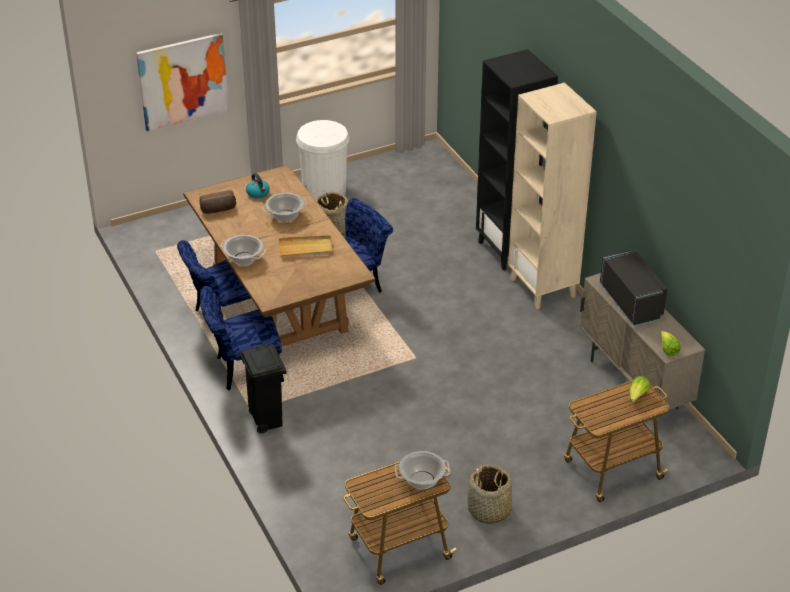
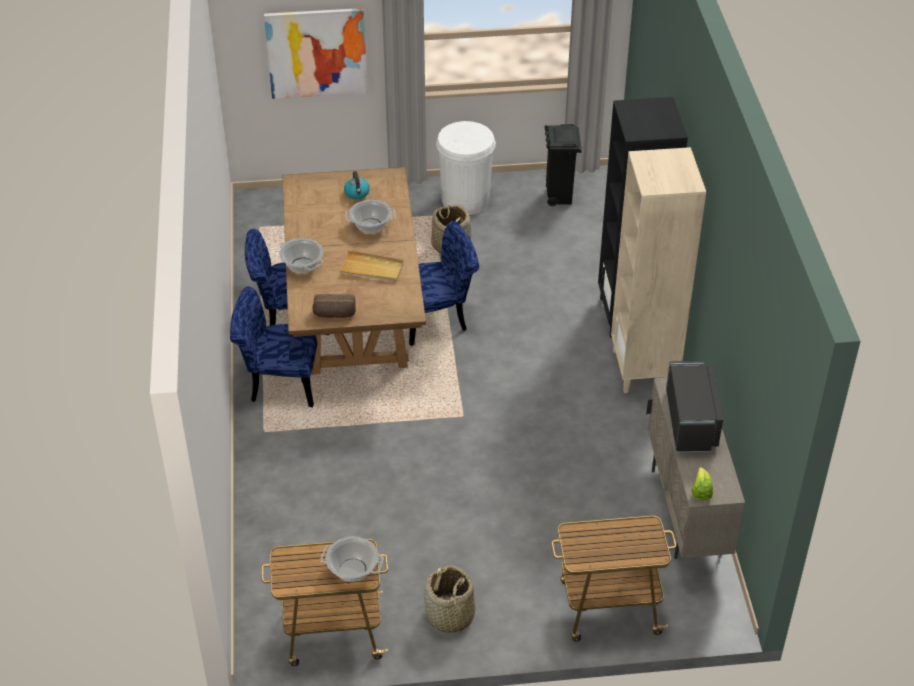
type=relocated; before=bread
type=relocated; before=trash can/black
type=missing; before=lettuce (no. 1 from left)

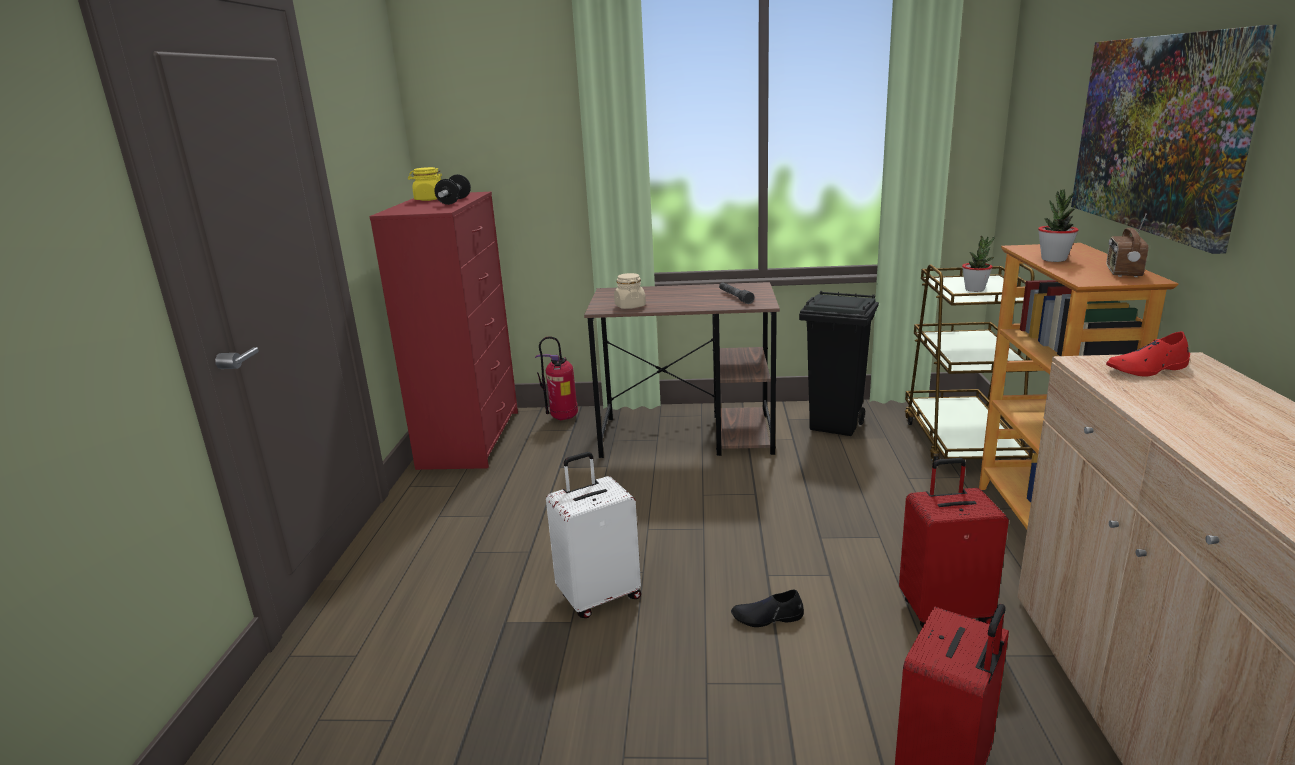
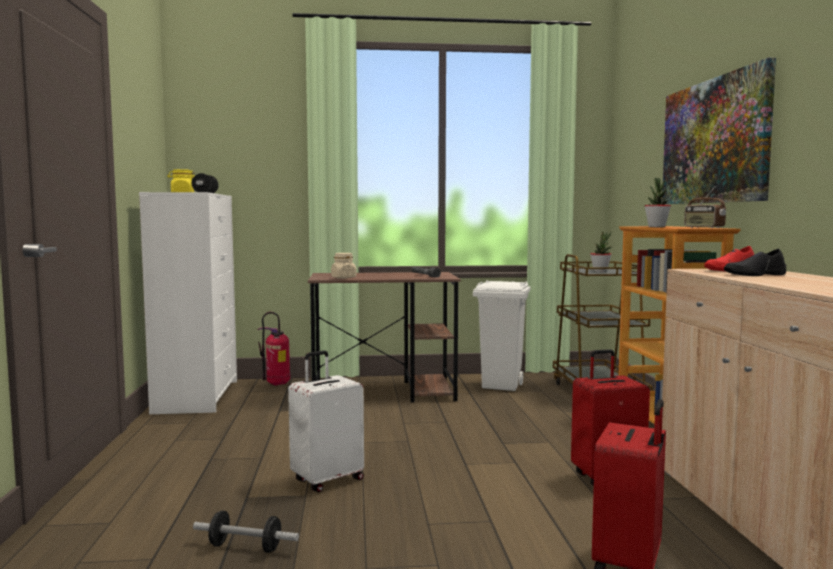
type=colour; before=dresser/red; after=dresser/white
type=spun; before=radio; turn=-45
type=colour; before=trash can/black; after=trash can/white
type=relocated; before=shoe/black
type=appeared; after=dumbbell (no. 2 from left)

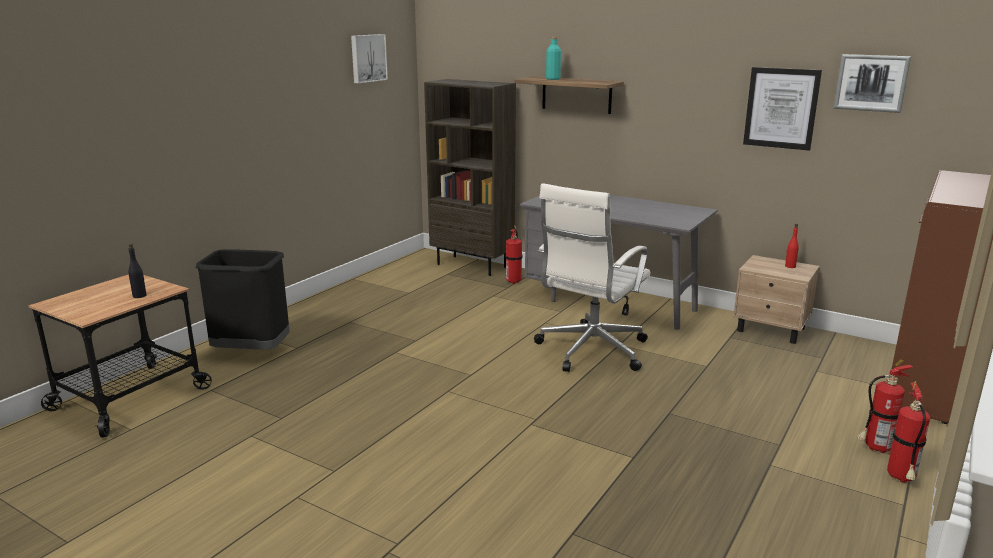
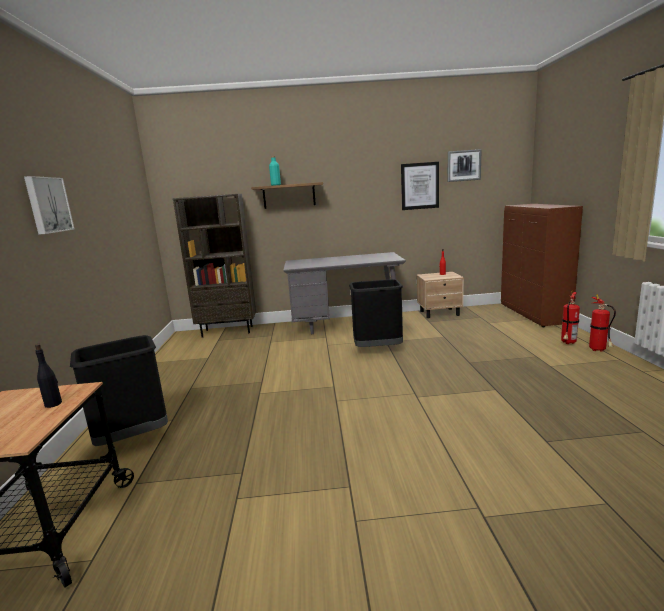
type=relocated; before=picture (no. 1 from left)
type=exchanged; before=office chair/white; after=trash can/black (no. 2 from left)
type=missing; before=fire extinguisher (no. 1 from left)

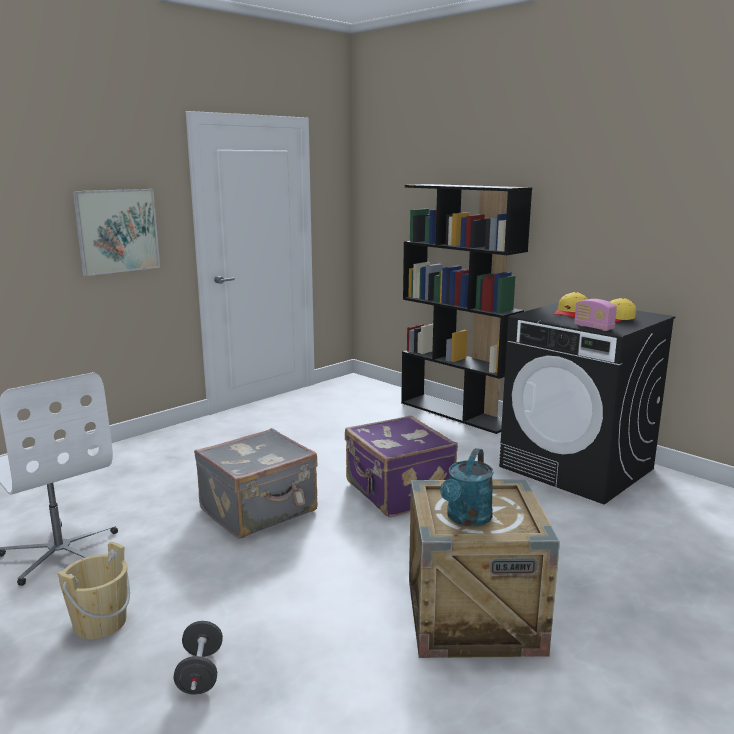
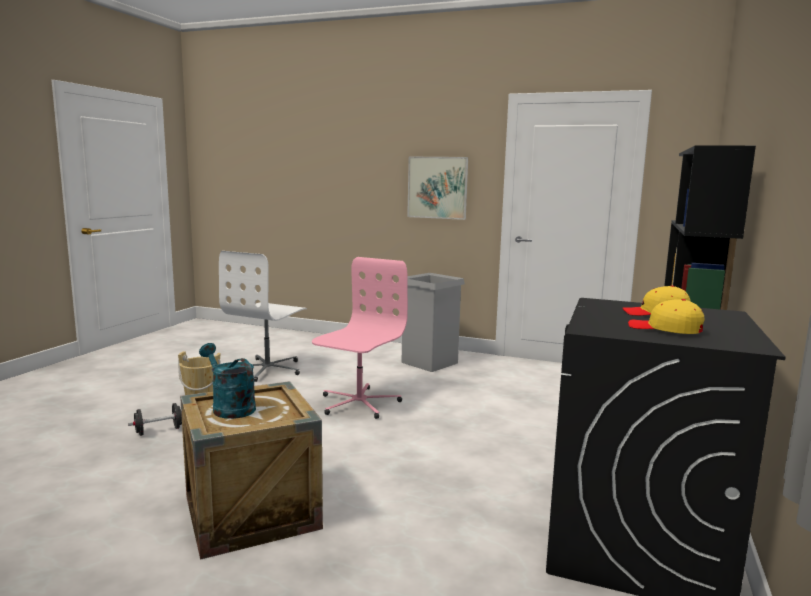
type=missing; before=radio
type=missing; before=suitcase/purple
type=exchanged; before=suitcase/grey; after=office chair/pink
type=spun; before=watering can/turquoise; turn=45
type=appeared; after=trash can/grey

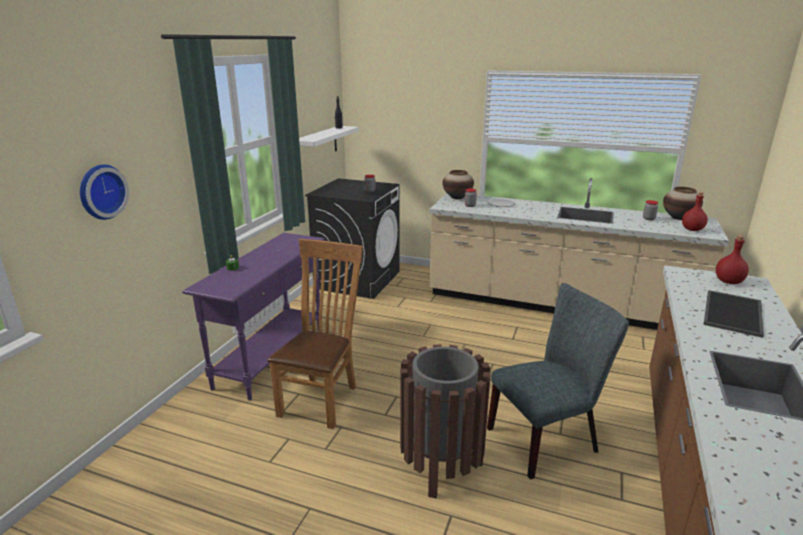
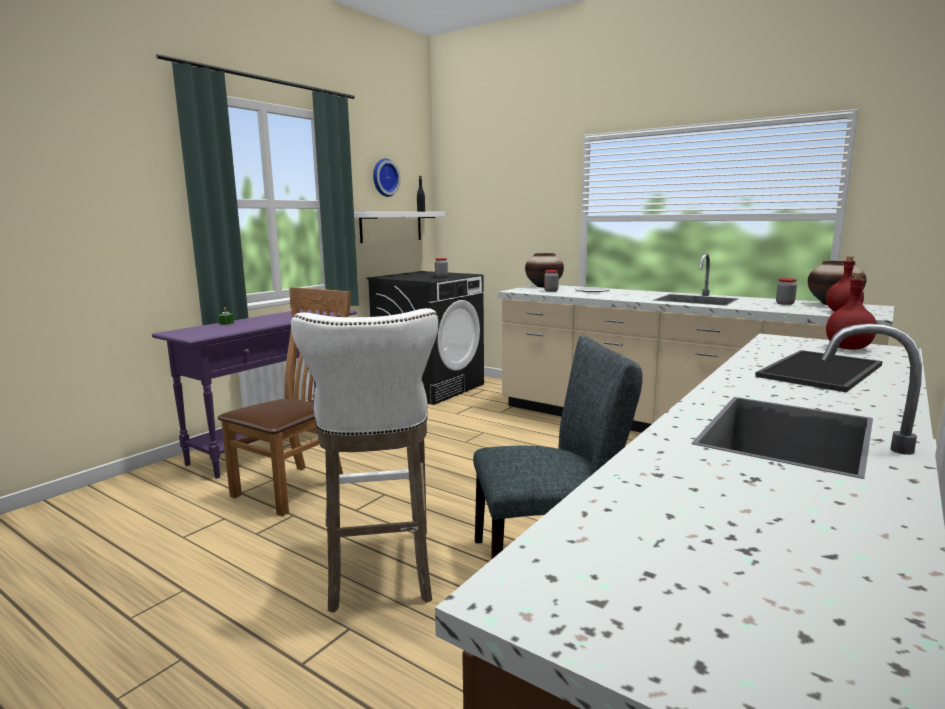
type=relocated; before=wall clock
type=exchanged; before=trash can/brown; after=stool/white

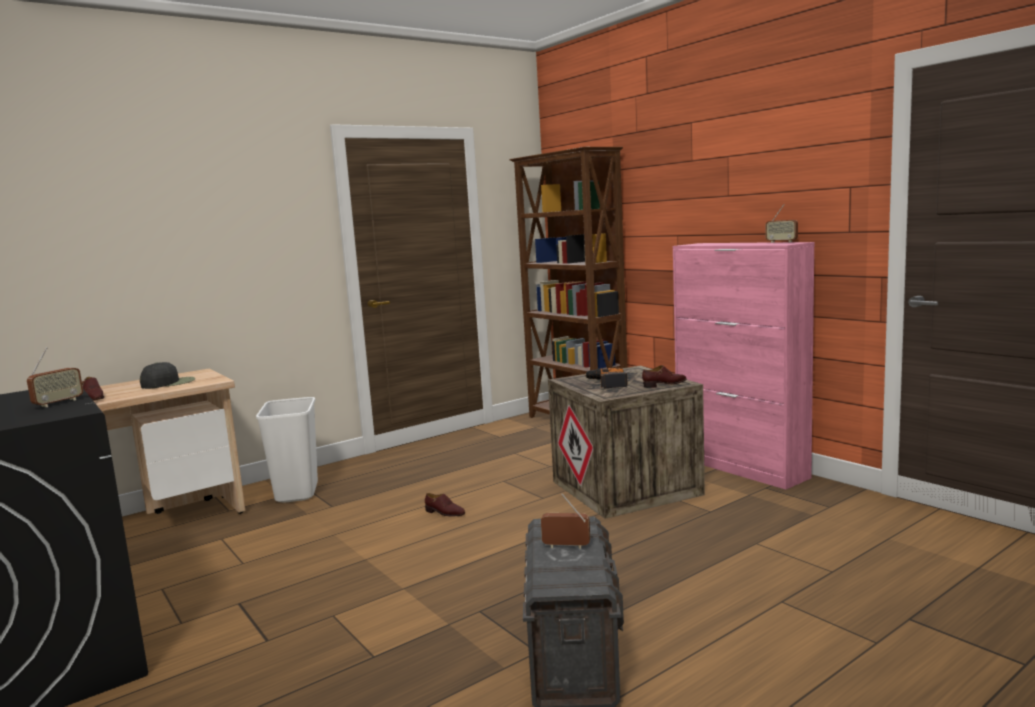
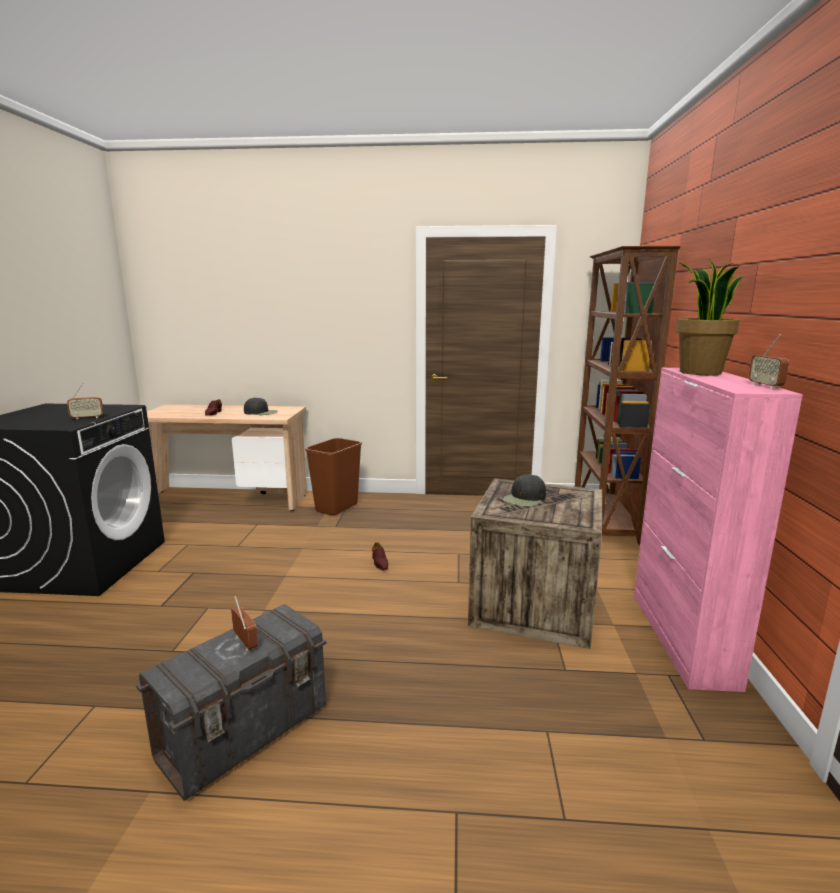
type=missing; before=shoe/brown (no. 3 from left)
type=exchanged; before=power drill; after=cap/black (no. 2 from left)
type=colour; before=trash can/white; after=trash can/brown
type=appeared; after=potted plant

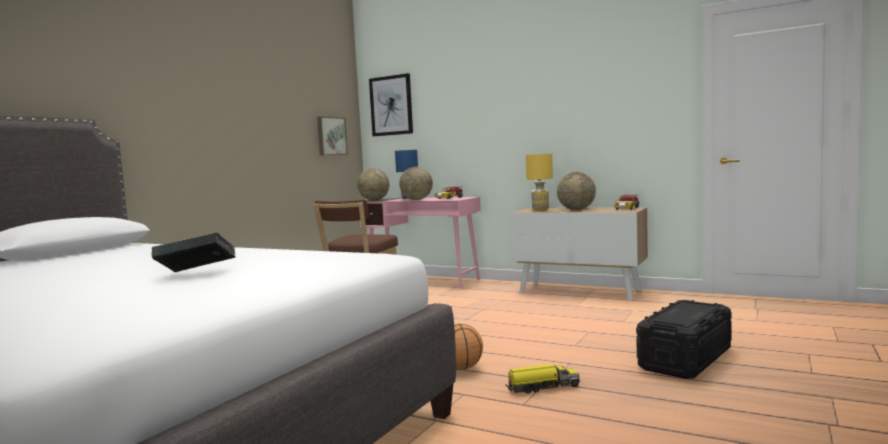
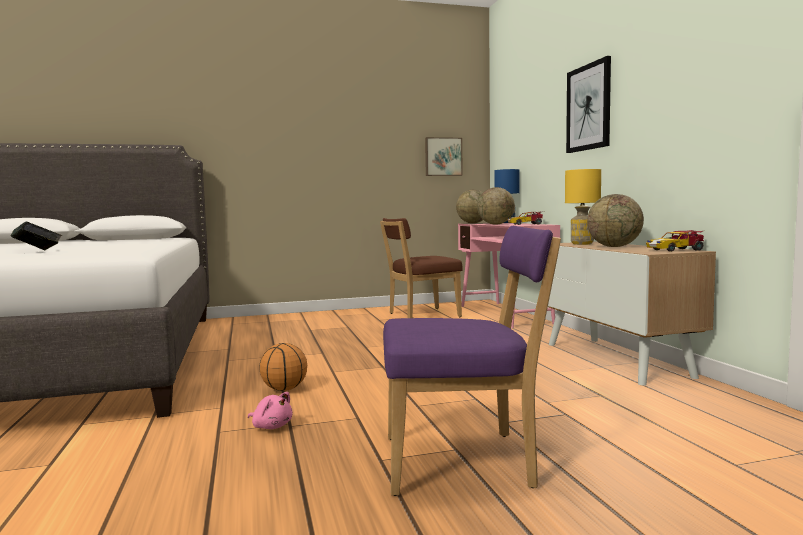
type=relocated; before=picture (no. 2 from left)
type=exchanged; before=storage box/black; after=chair/purple
type=exchanged; before=toy truck; after=plush toy/pink

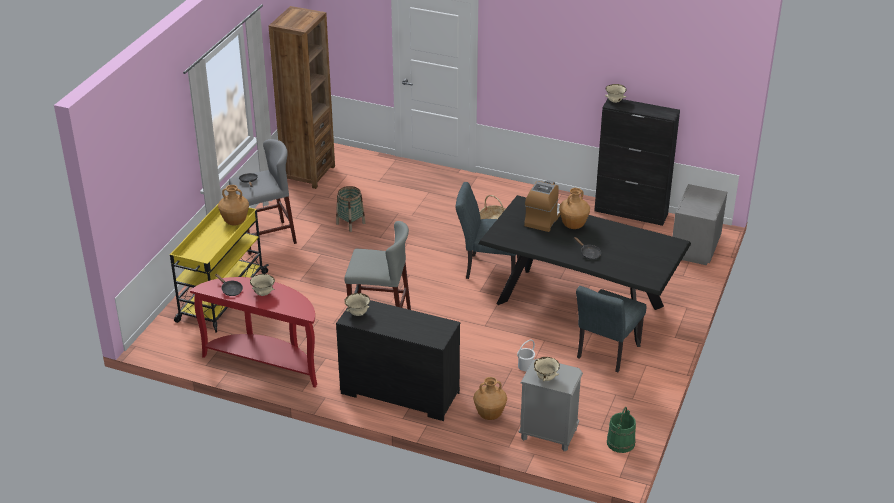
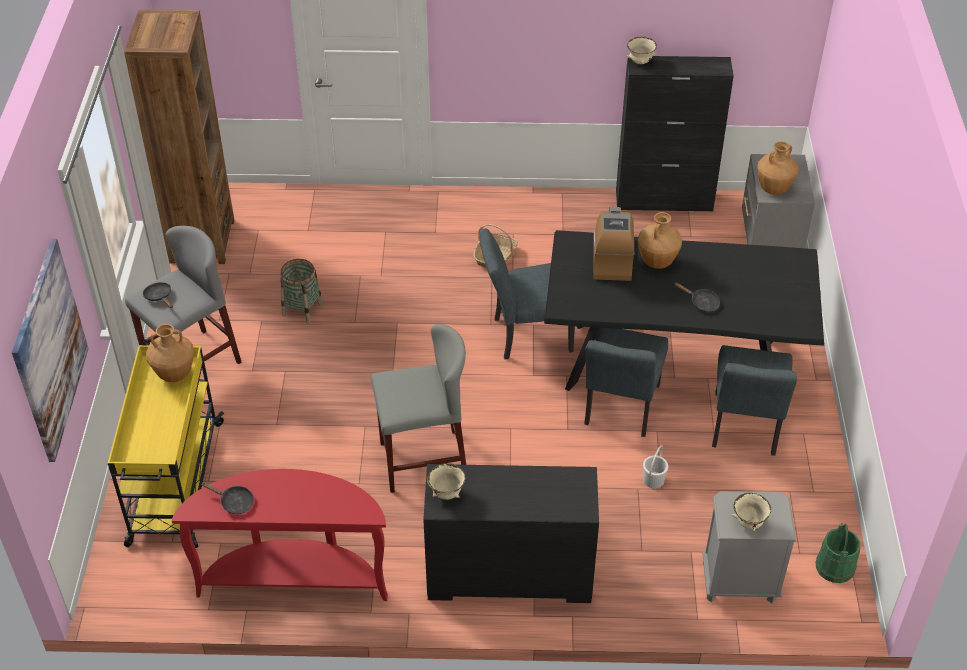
type=missing; before=bowl/beige (no. 1 from left)
type=relocated; before=vase/brown (no. 2 from left in the first image); after=vase/brown (no. 3 from left)
type=appeared; after=picture
type=appeared; after=chair/grey (no. 2 from left)

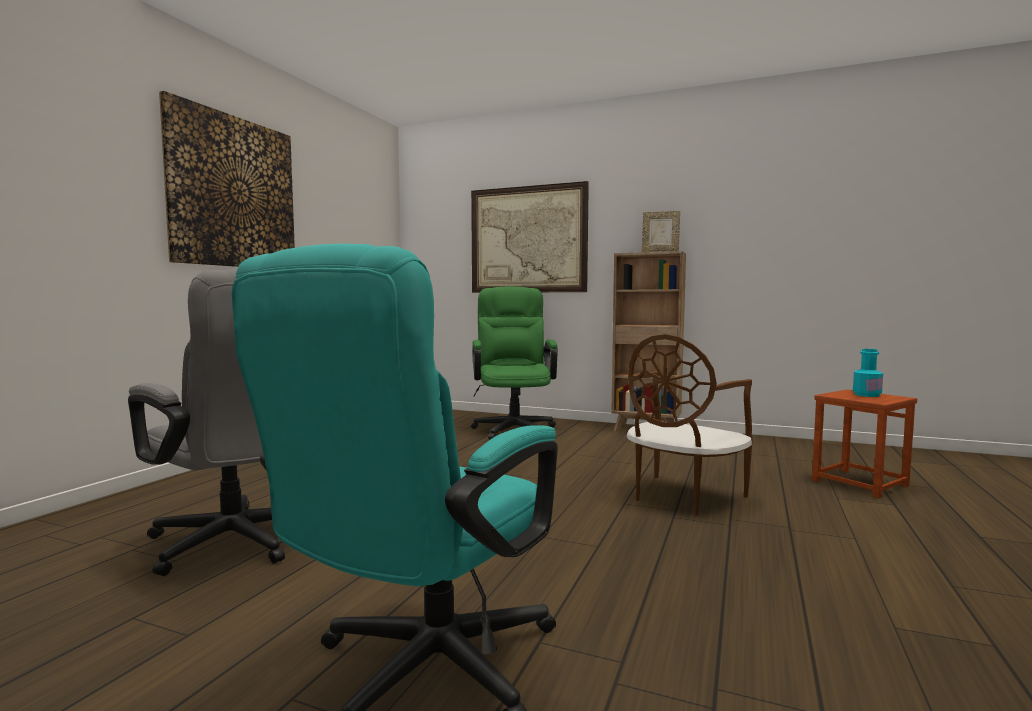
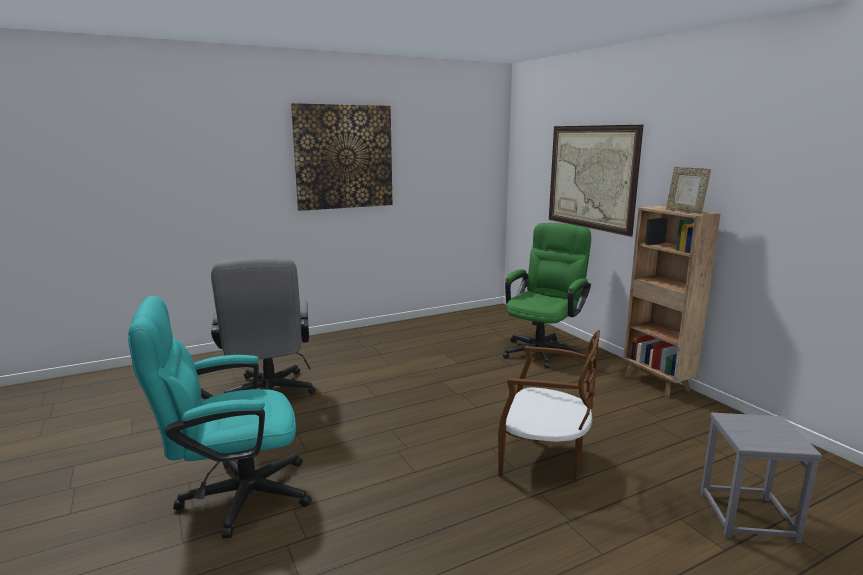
type=spun; before=chair/brown; turn=-150
type=missing; before=bottle/turquoise
type=colour; before=stool/brown; after=stool/grey

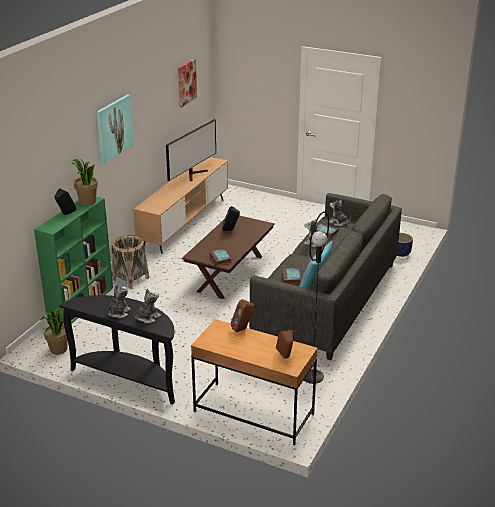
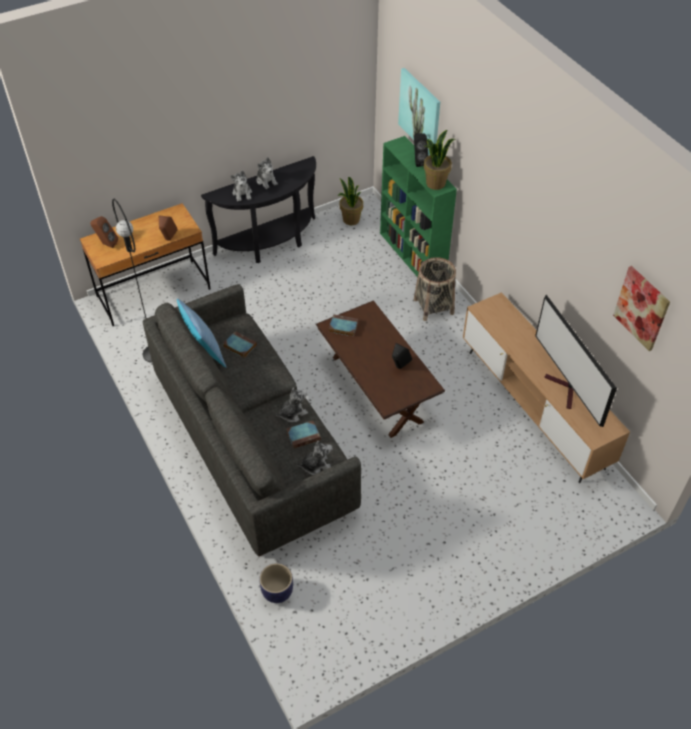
type=relocated; before=picture (no. 1 from left)

